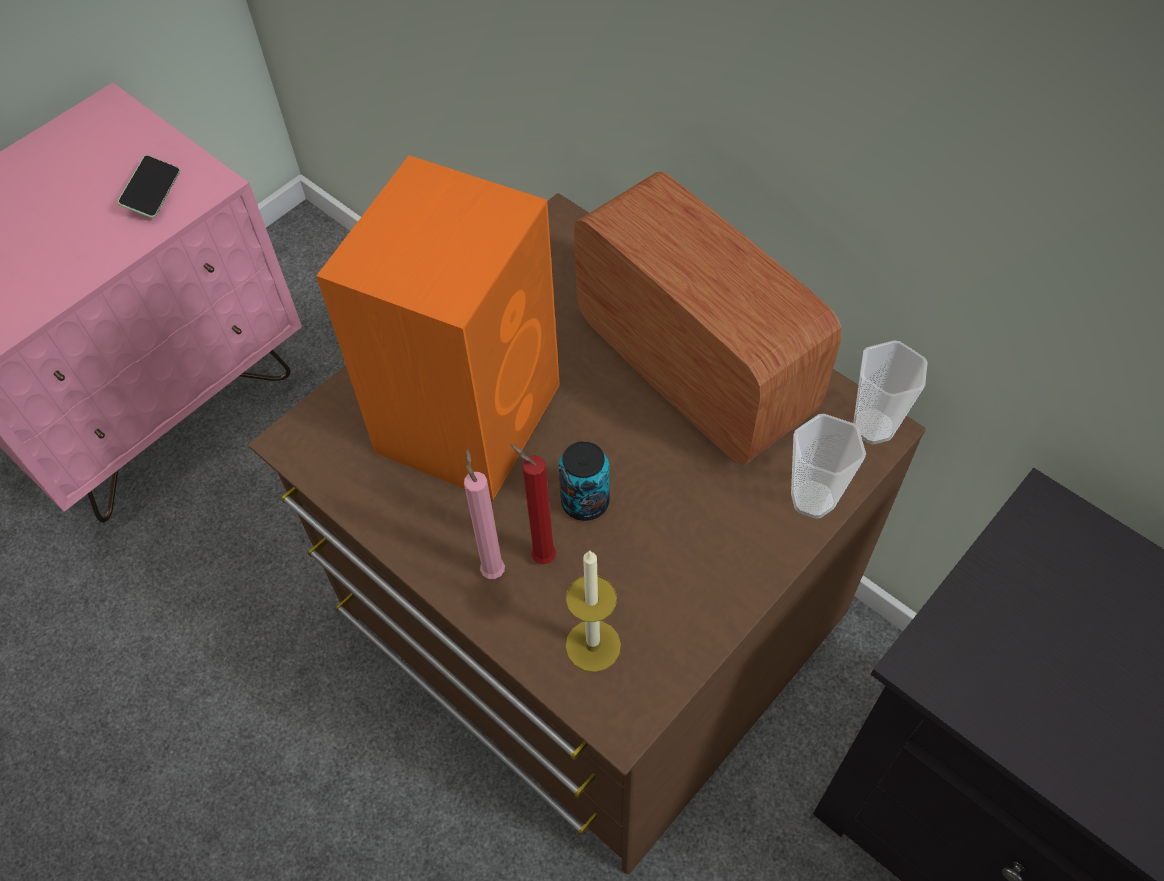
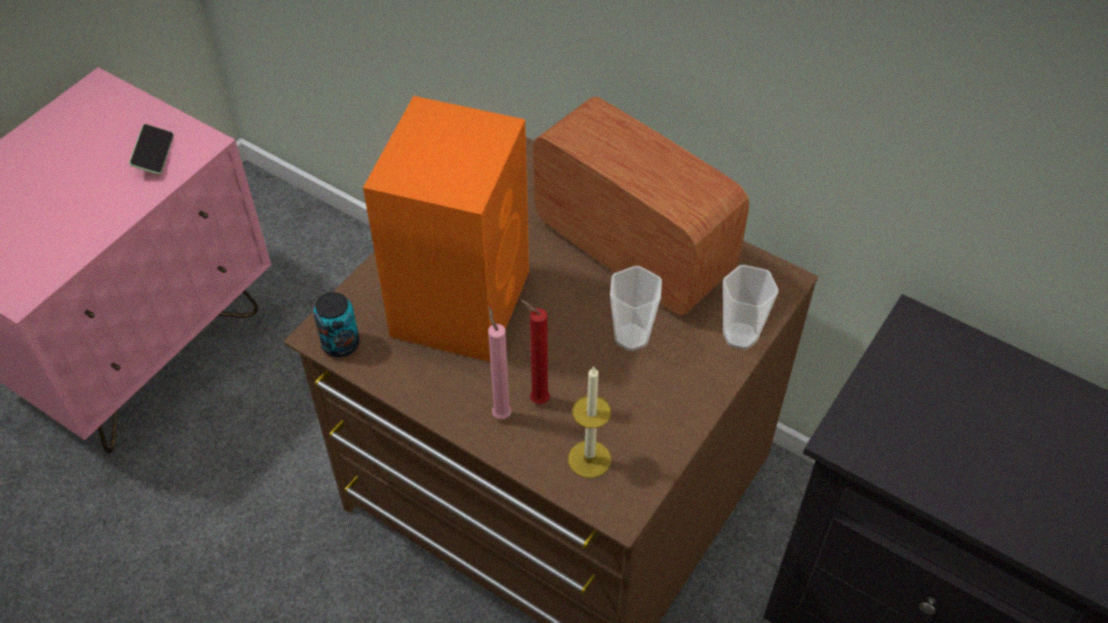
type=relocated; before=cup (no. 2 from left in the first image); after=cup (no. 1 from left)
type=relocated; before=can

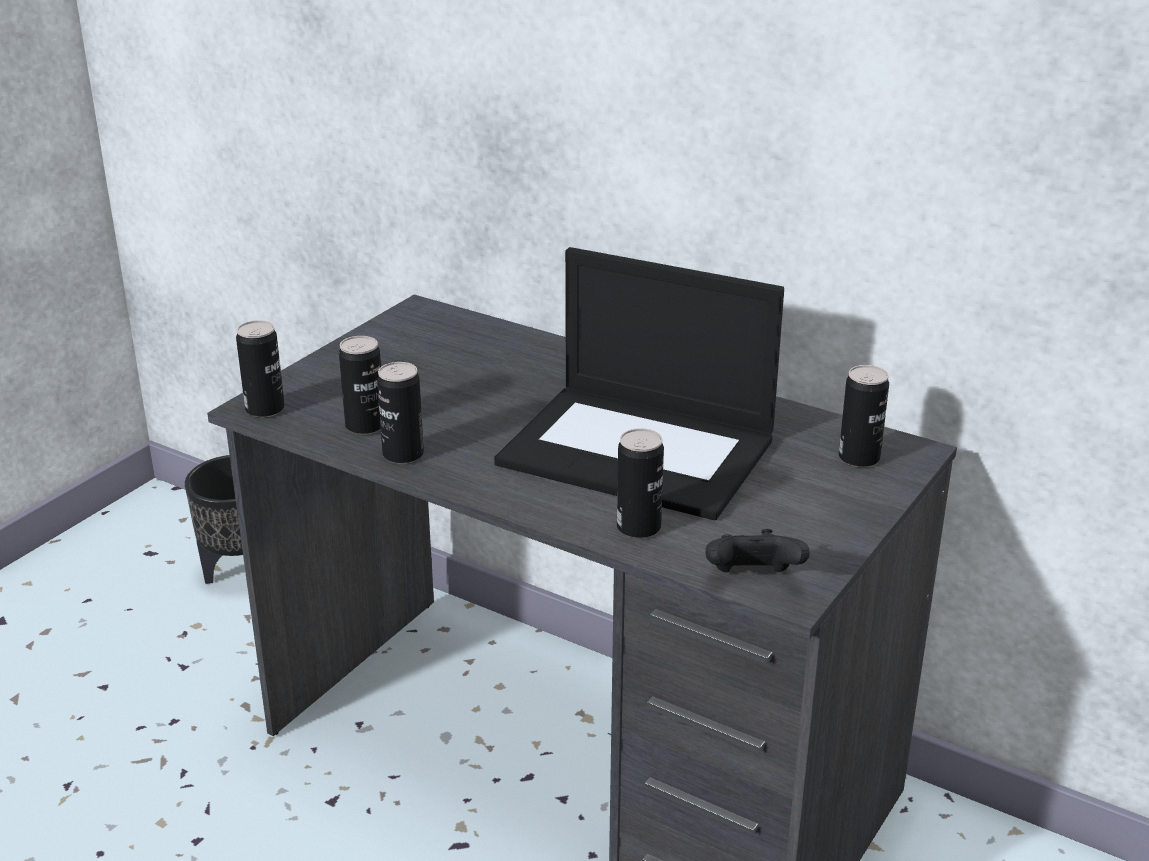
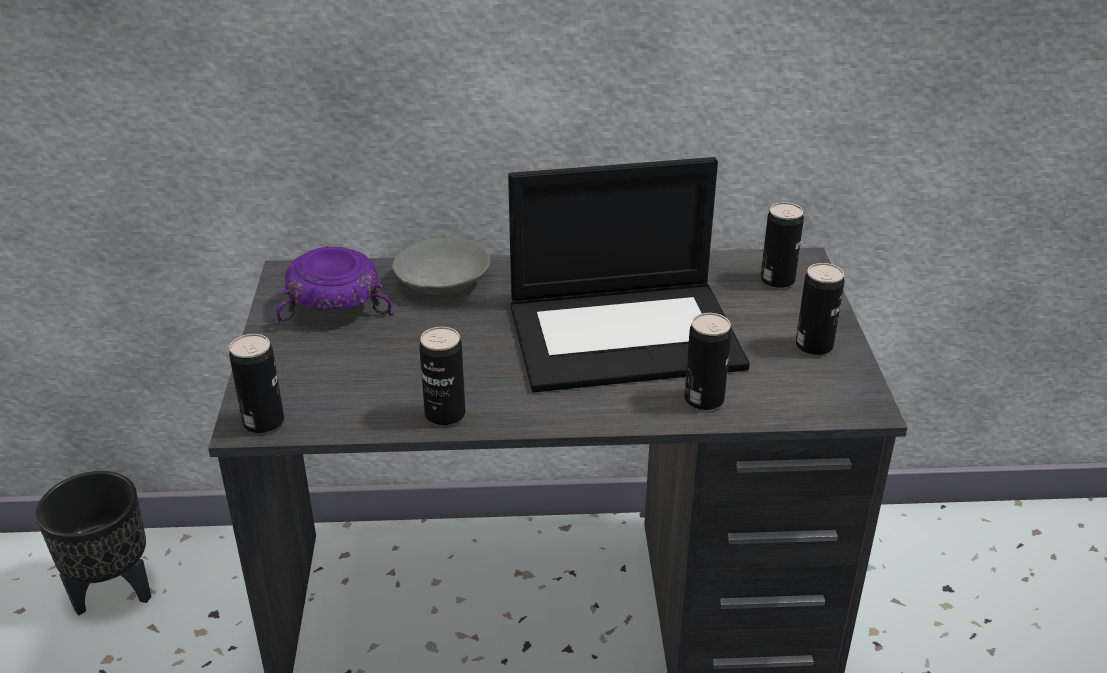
type=relocated; before=can (no. 2 from left in the first image); after=can (no. 5 from left)
type=missing; before=game controller/black
type=appeared; after=bowl/grey
type=appeared; after=bowl/purple

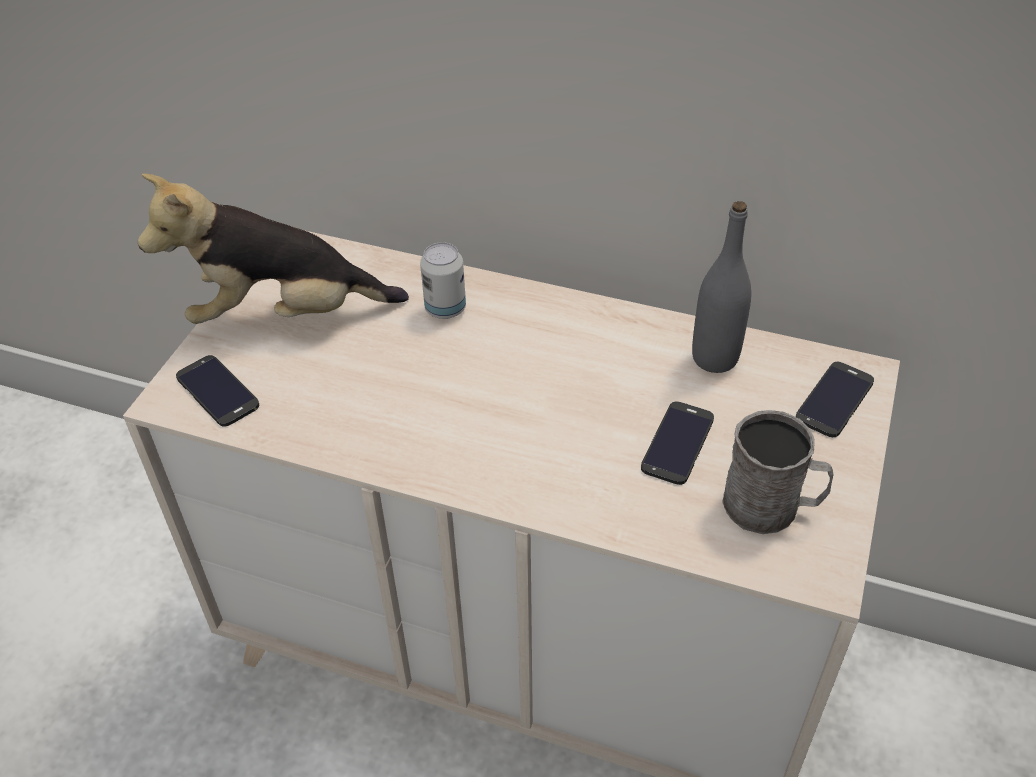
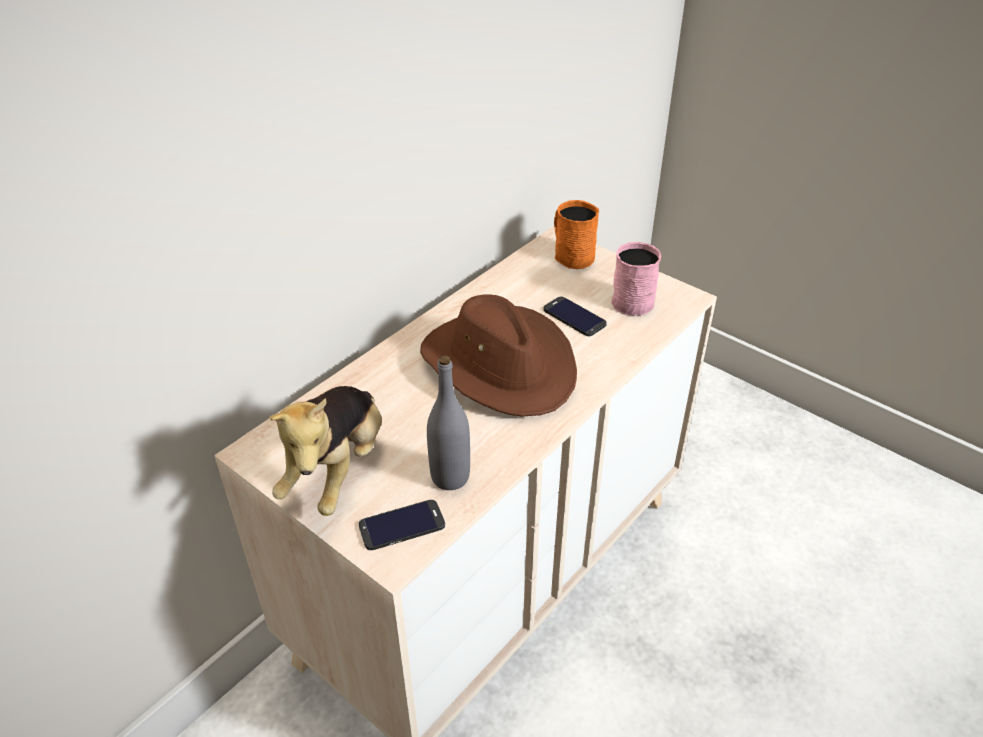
type=relocated; before=bottle/grey
type=missing; before=can
type=exchanged; before=phone (no. 3 from left); after=mug/orange
type=colour; before=mug/grey; after=mug/pink
type=appeared; after=hat/brown

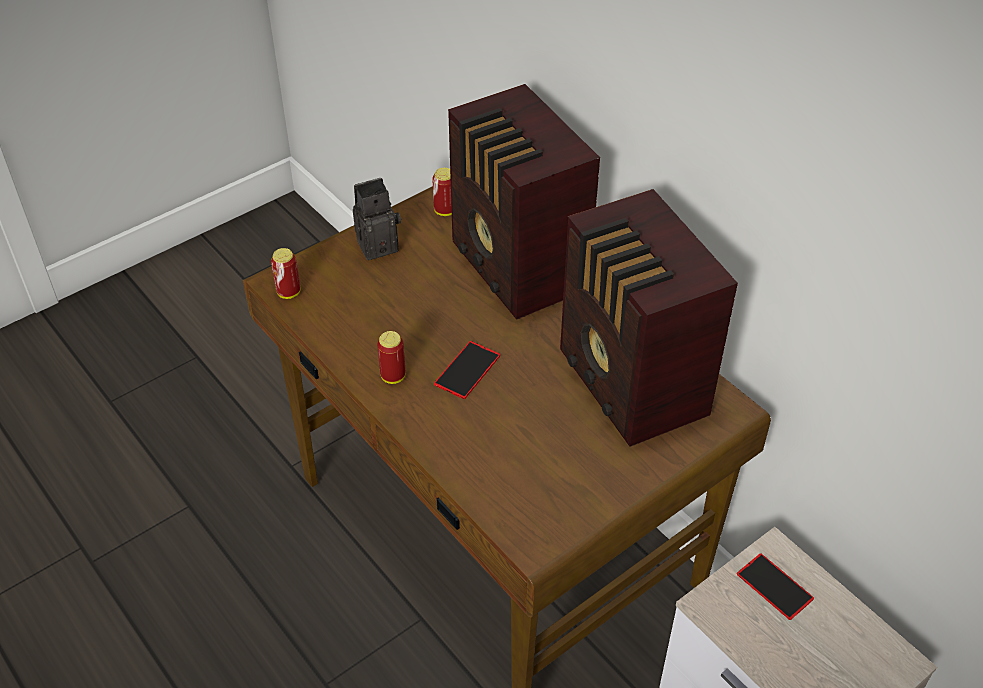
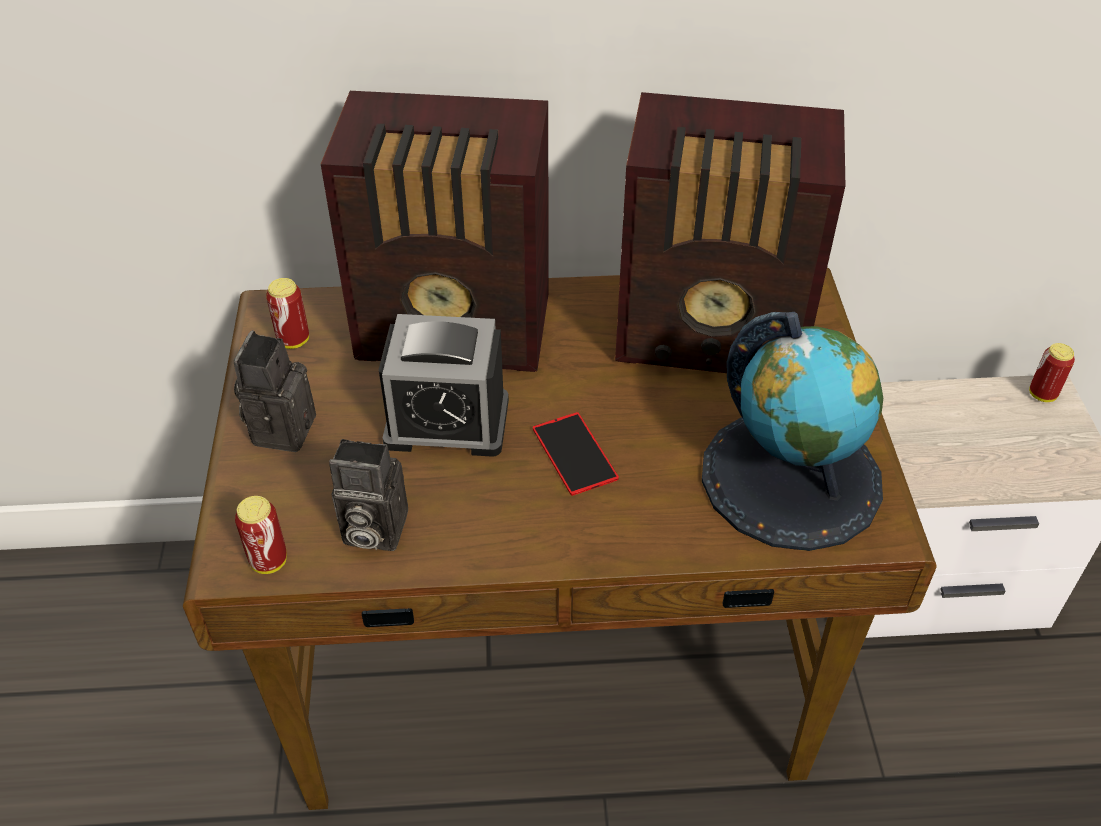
type=relocated; before=can (no. 2 from left in the first image); after=can (no. 3 from left)
type=missing; before=phone (no. 2 from left)
type=appeared; after=globe
type=appeared; after=alarm clock
type=appeared; after=photo camera (no. 2 from left)

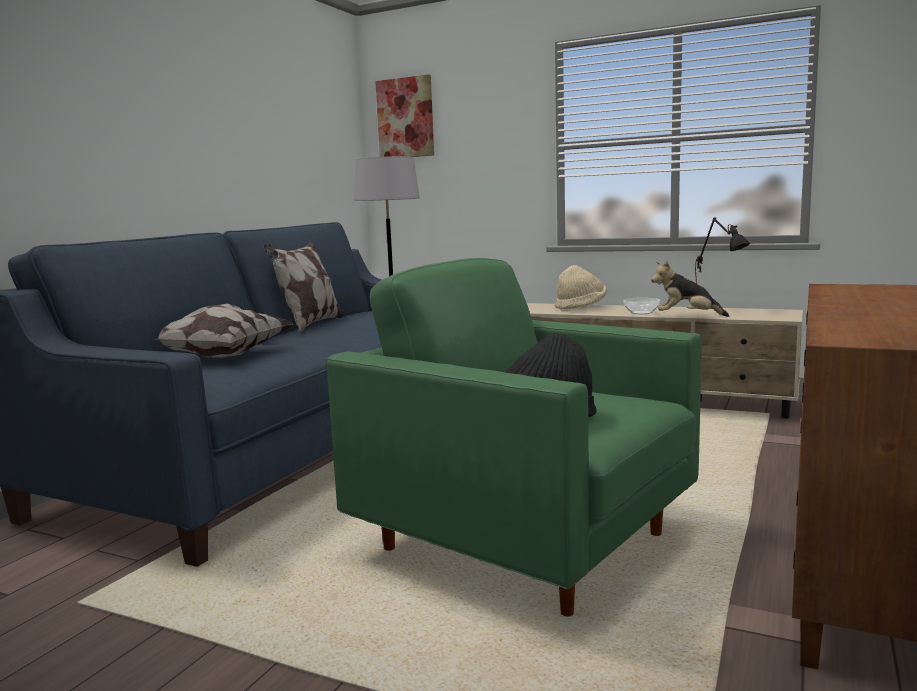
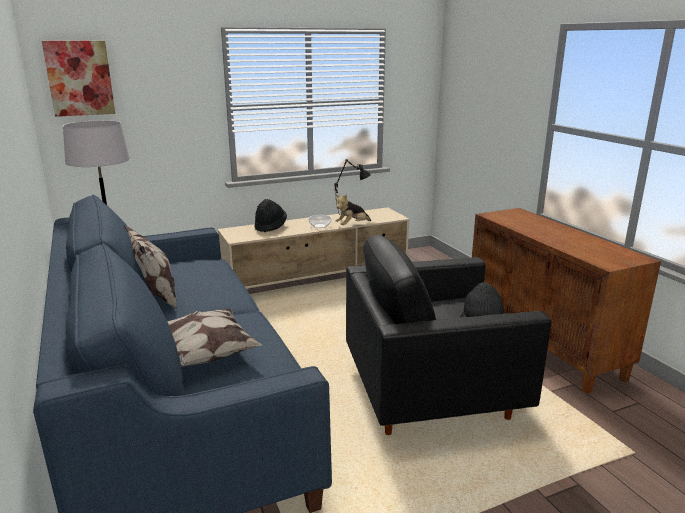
type=colour; before=armchair/green; after=armchair/black
type=colour; before=hat/beige; after=hat/black (no. 1 from left)

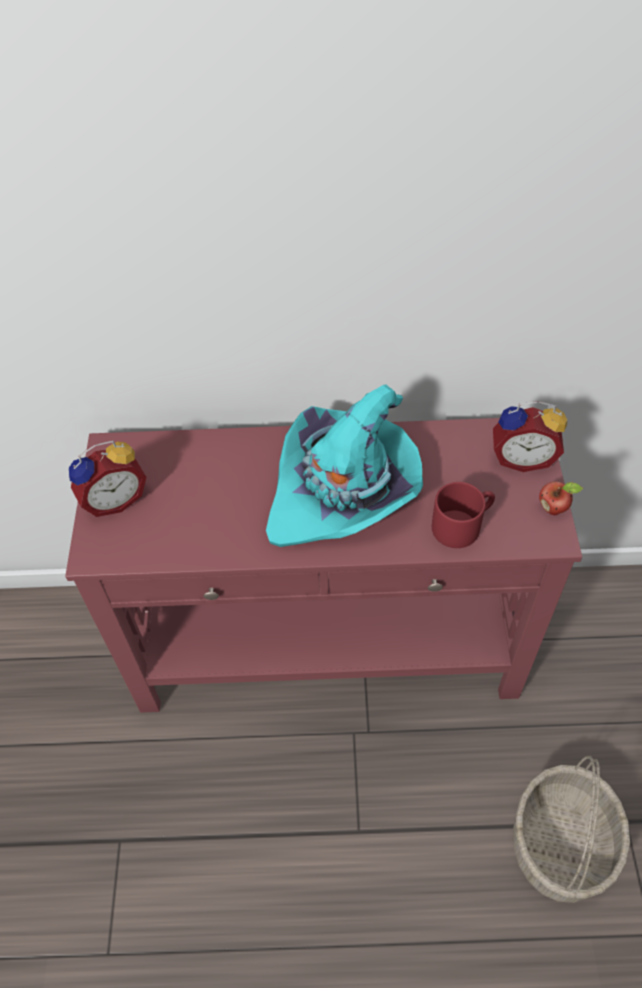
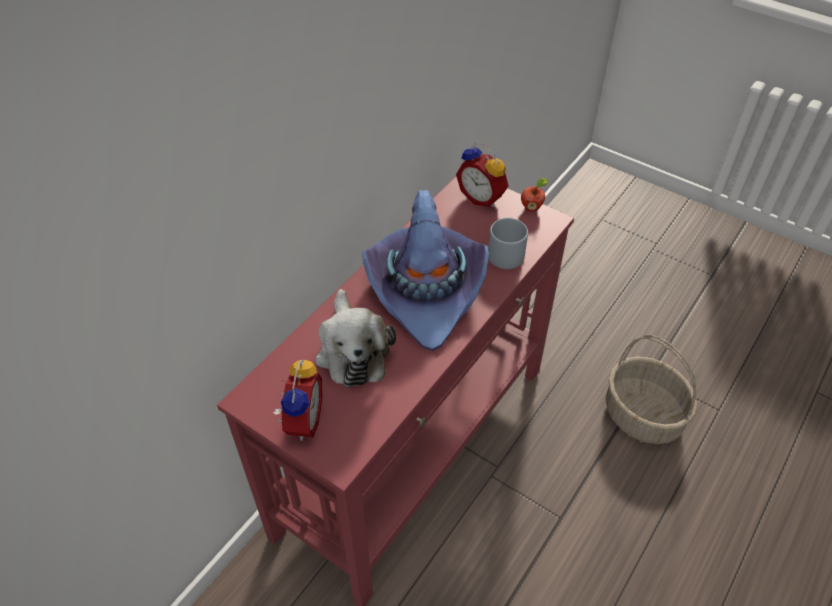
type=colour; before=hat/turquoise; after=hat/purple
type=spun; before=alarm clock (no. 2 from left); turn=90
type=colour; before=mug/red; after=mug/grey
type=appeared; after=plush toy

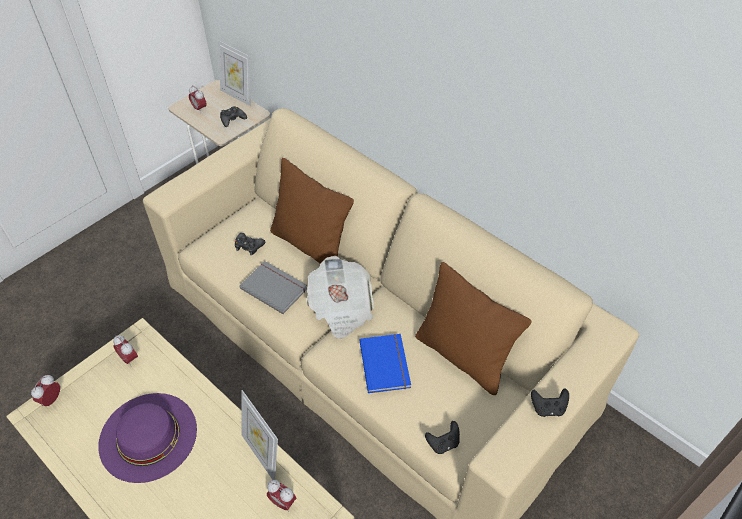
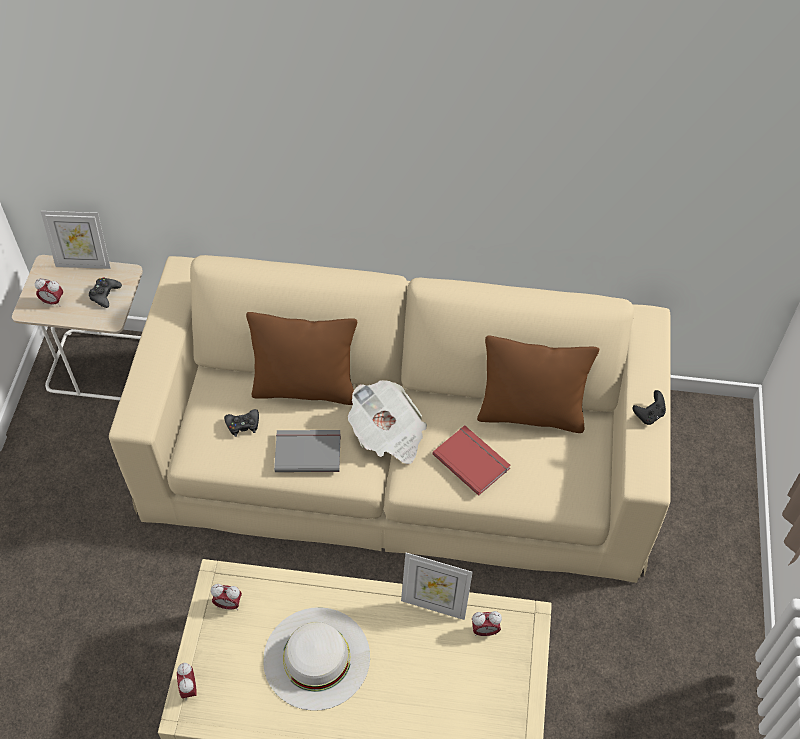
type=colour; before=book/blue; after=book/red
type=colour; before=hat/purple; after=hat/white
type=missing; before=game controller/black (no. 3 from left)

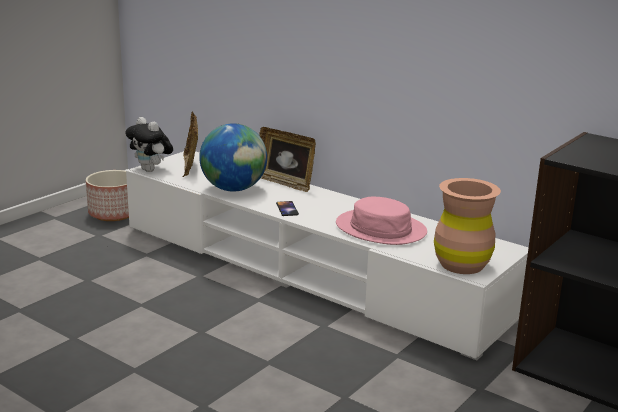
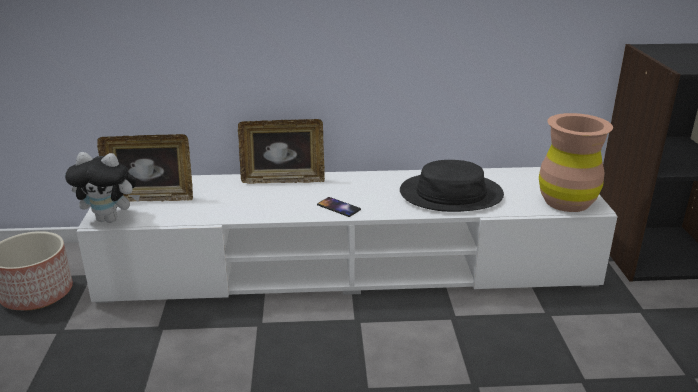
type=spun; before=picture frame (no. 1 from left); turn=-45
type=missing; before=globe
type=colour; before=hat/pink; after=hat/black

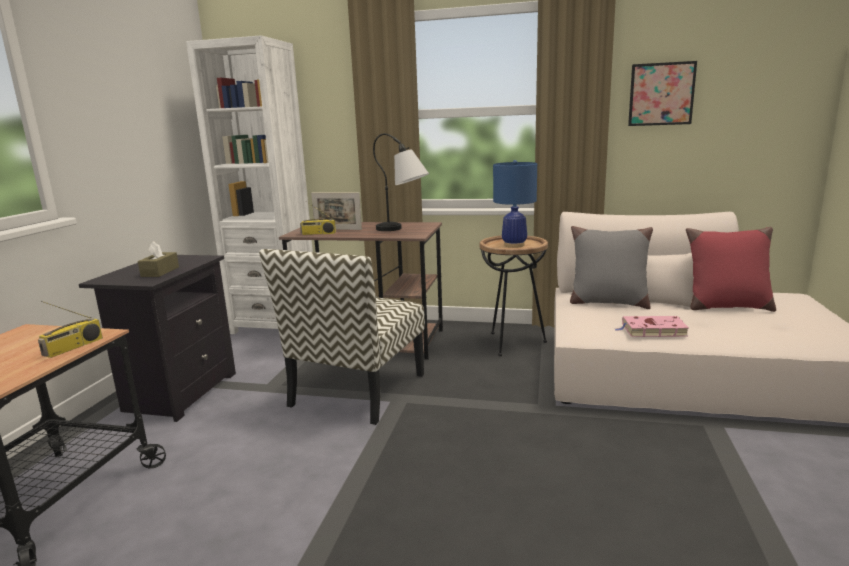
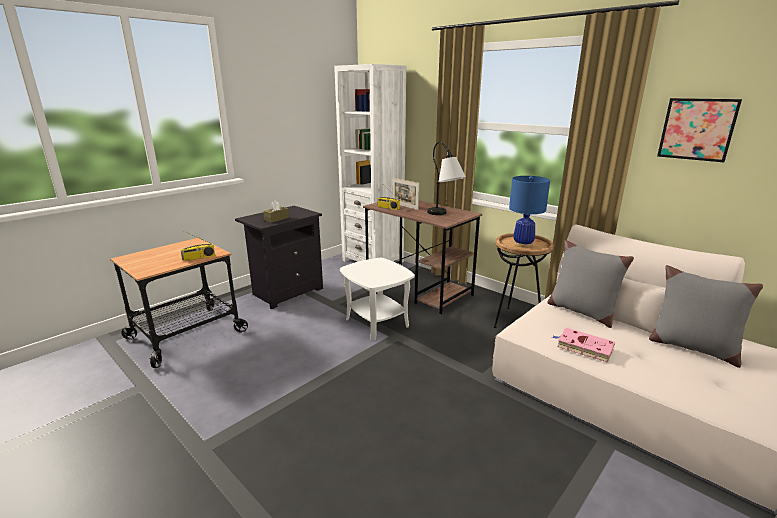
type=colour; before=pillow/red; after=pillow/grey (no. 2 from left)
type=exchanged; before=chair; after=side table/white

